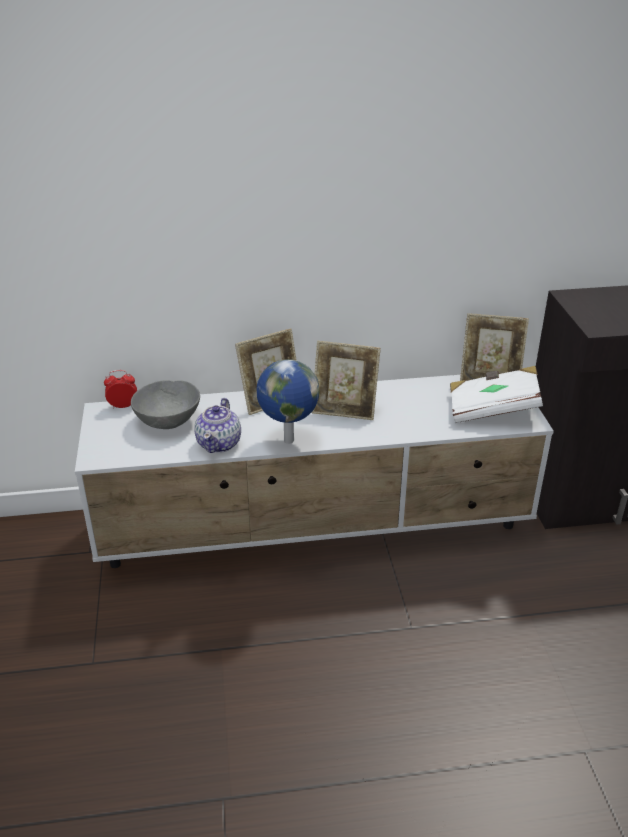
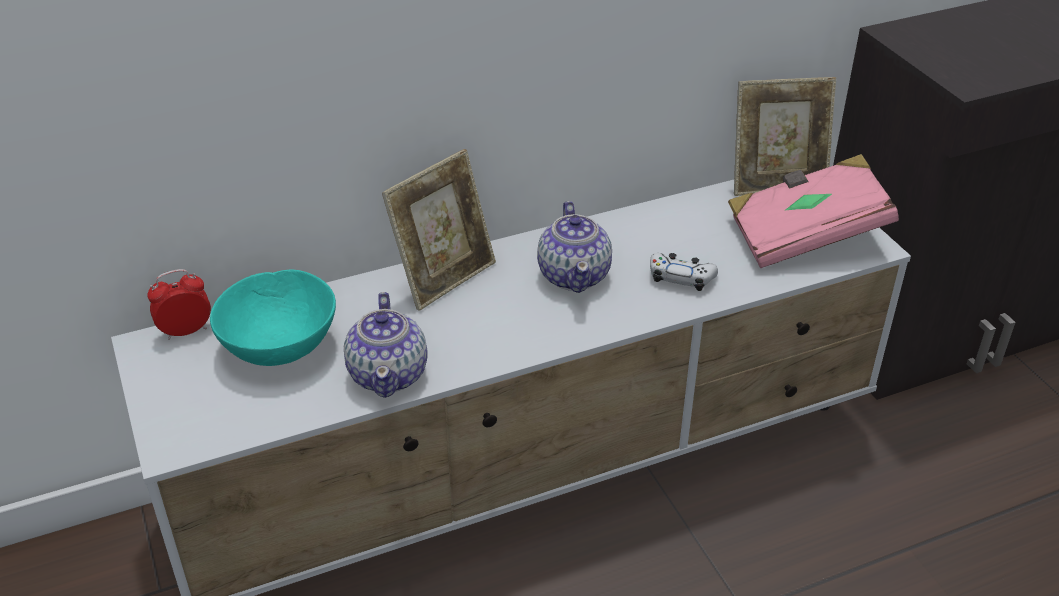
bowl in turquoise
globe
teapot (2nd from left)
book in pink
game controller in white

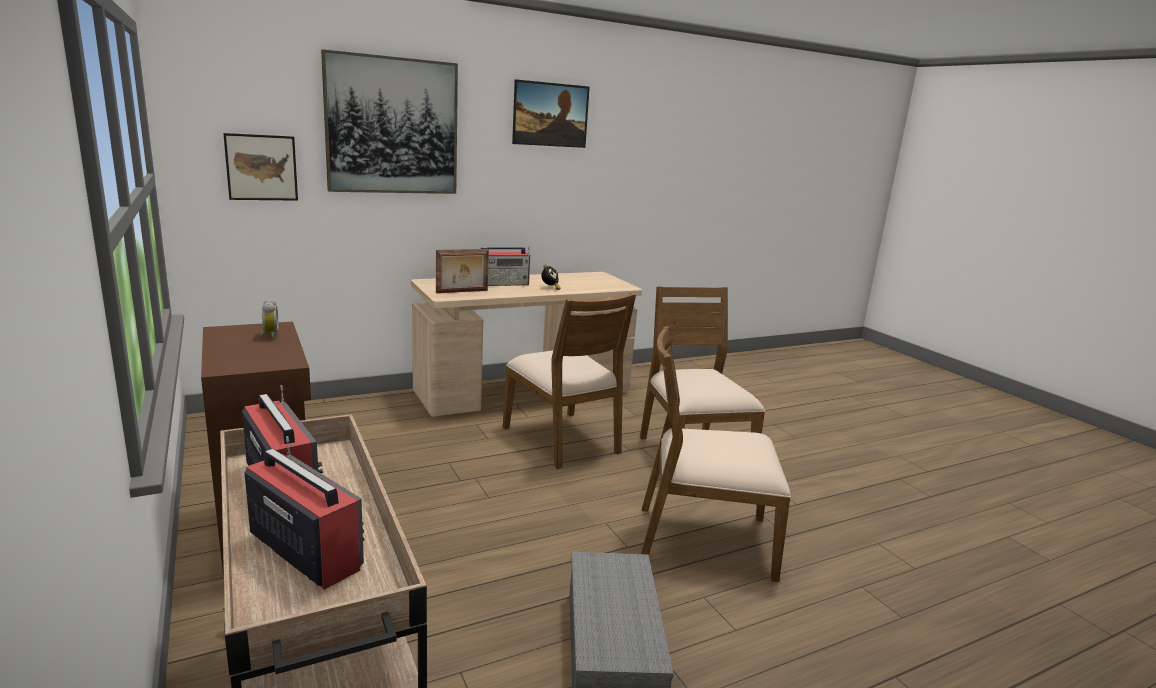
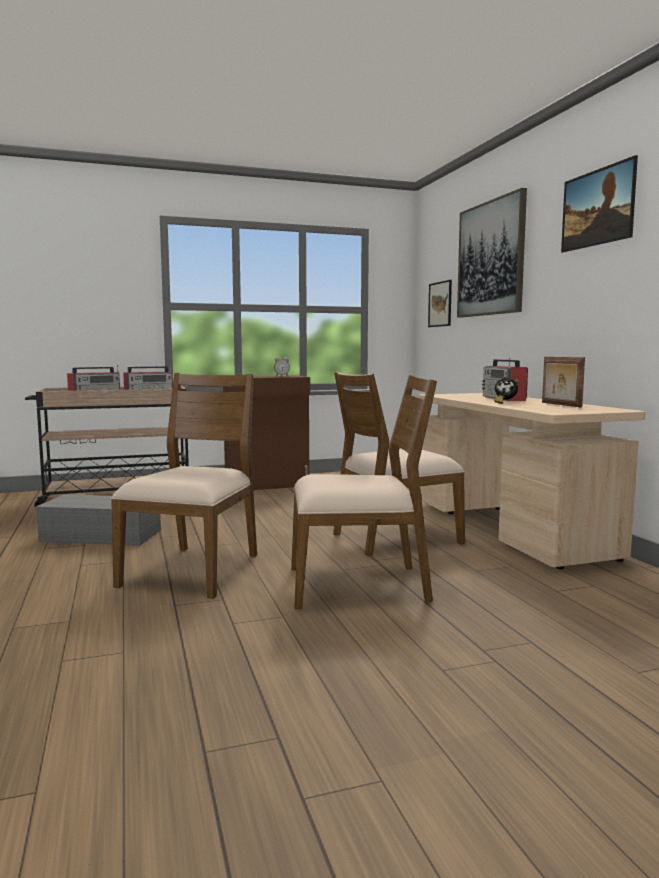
picture frame

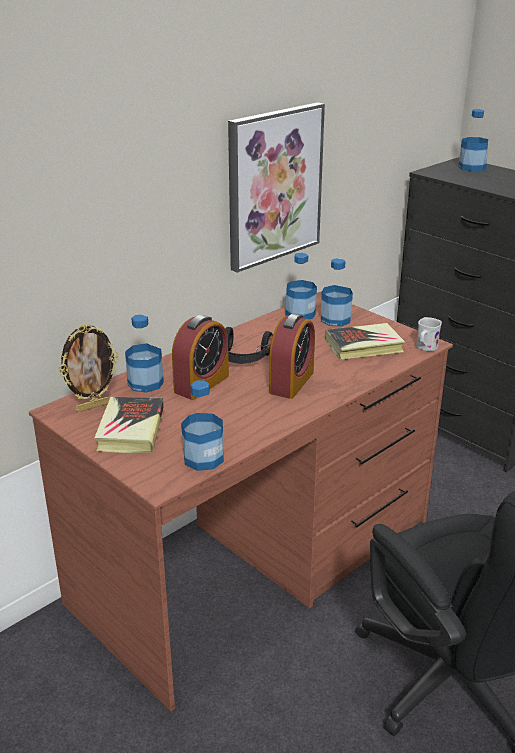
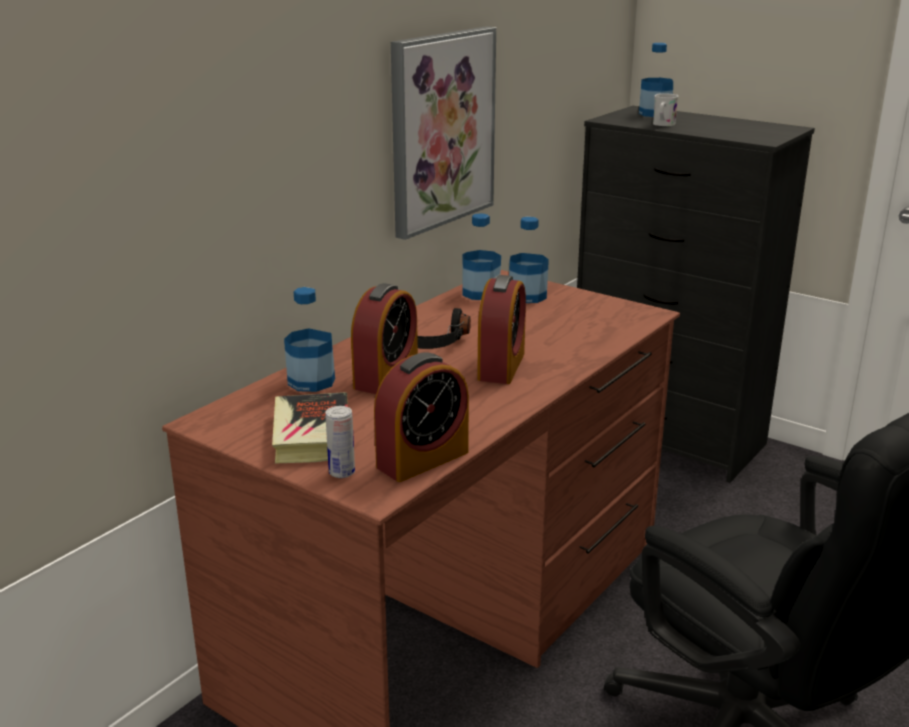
picture frame
alarm clock (2nd from left)
book (2nd from left in the first image)
mug in white
can

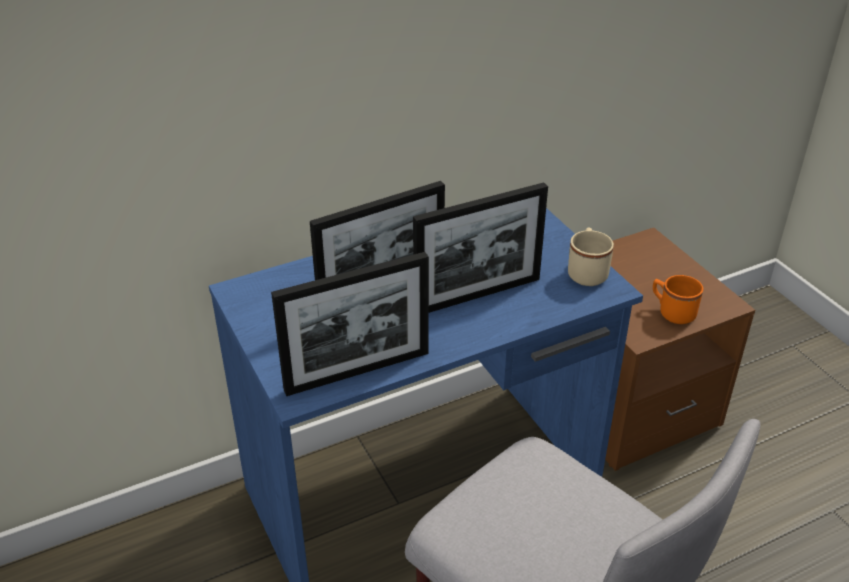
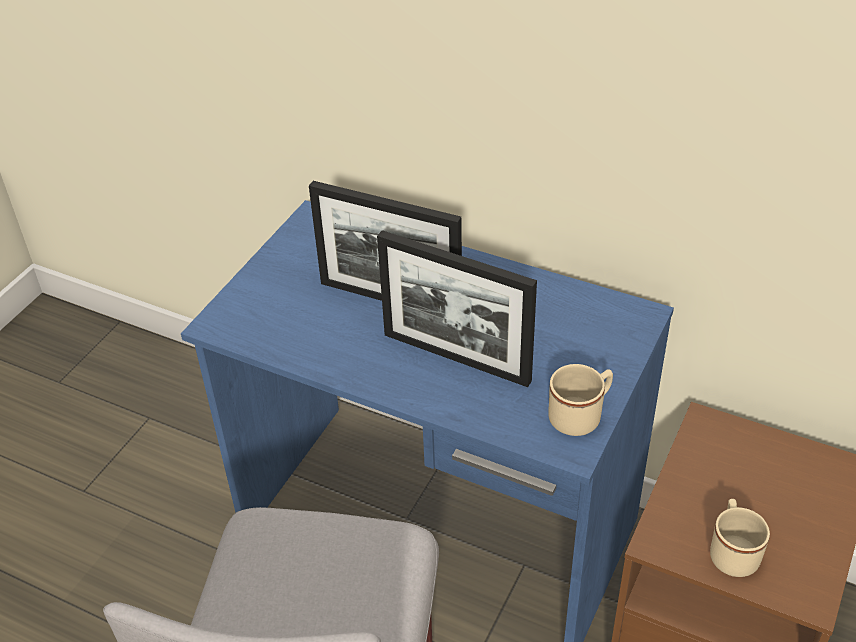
picture frame (1st from left in the first image)
mug in beige (2nd from left)

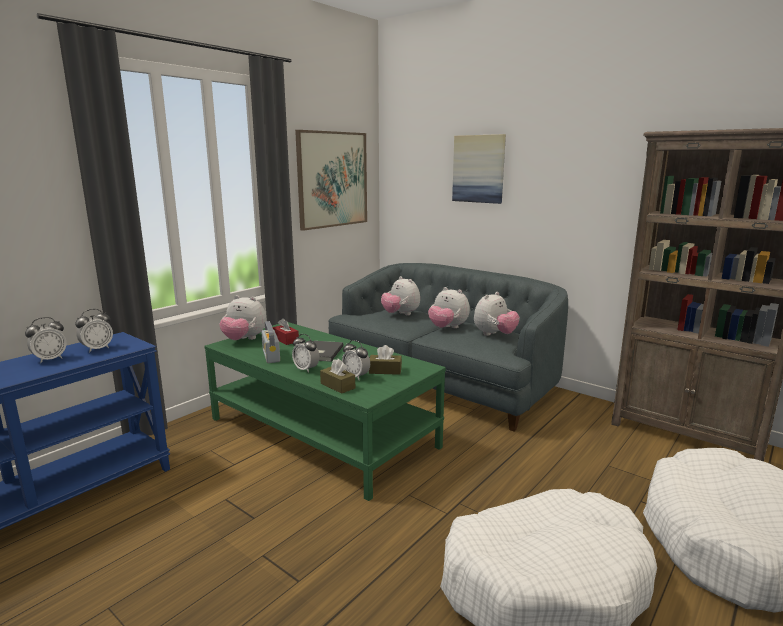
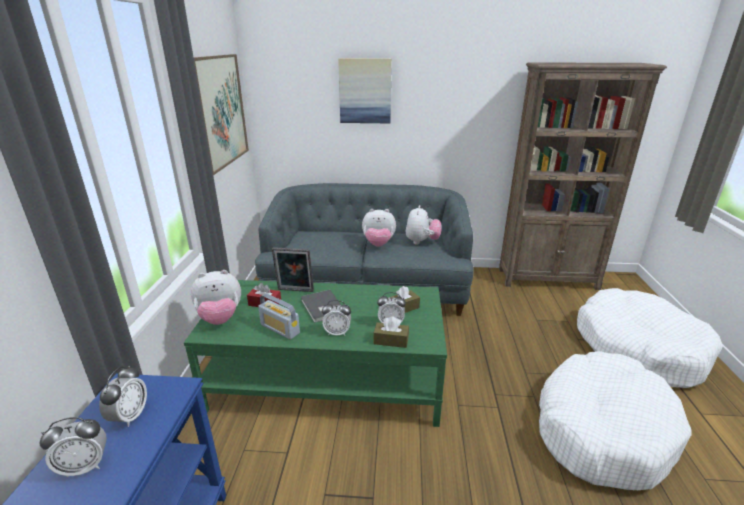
alarm clock (1st from left)
plush toy (2nd from left in the first image)
picture frame

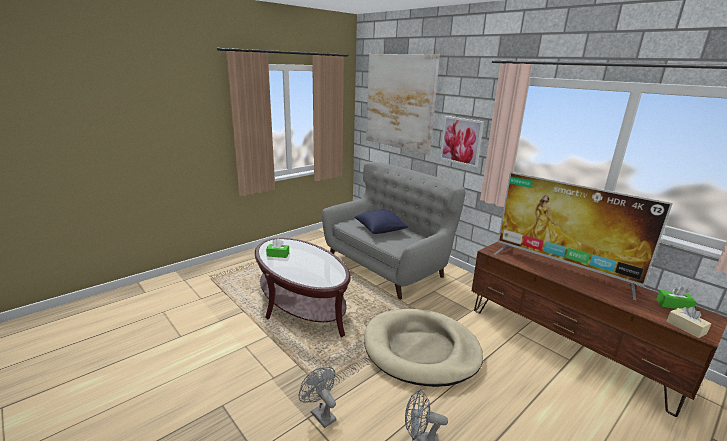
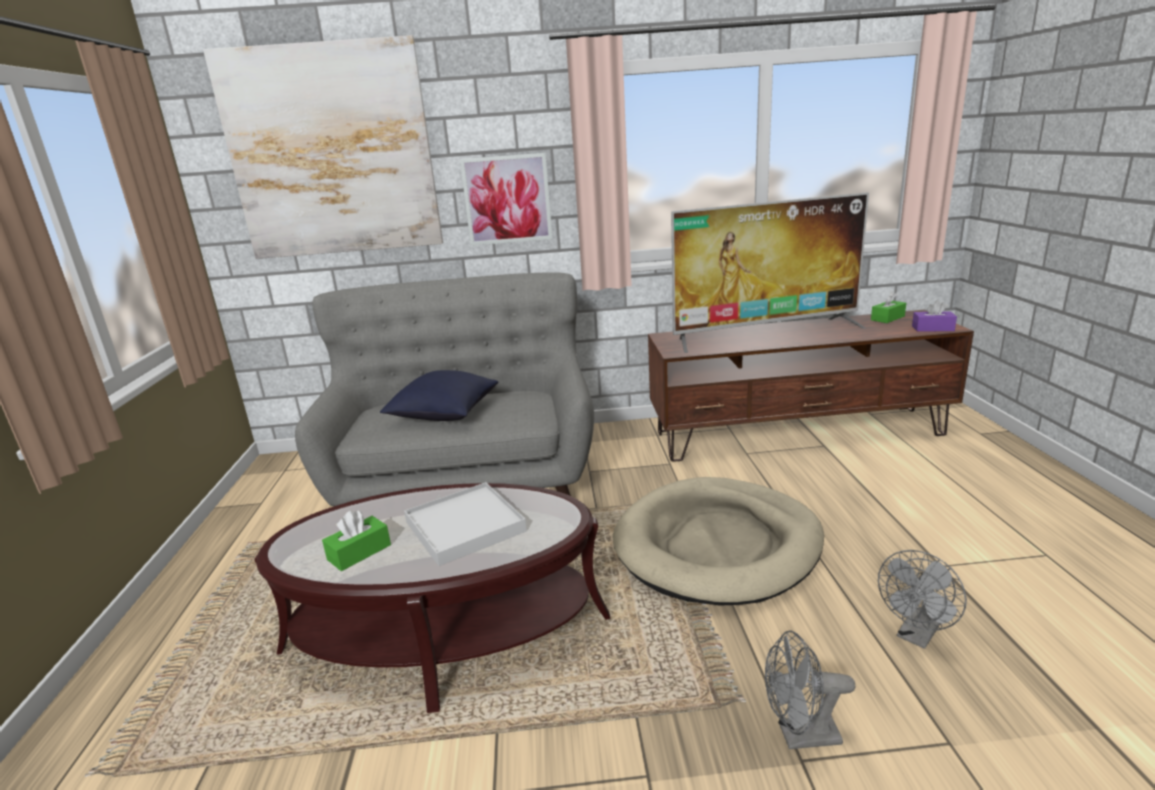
tissue box in purple
tray in white

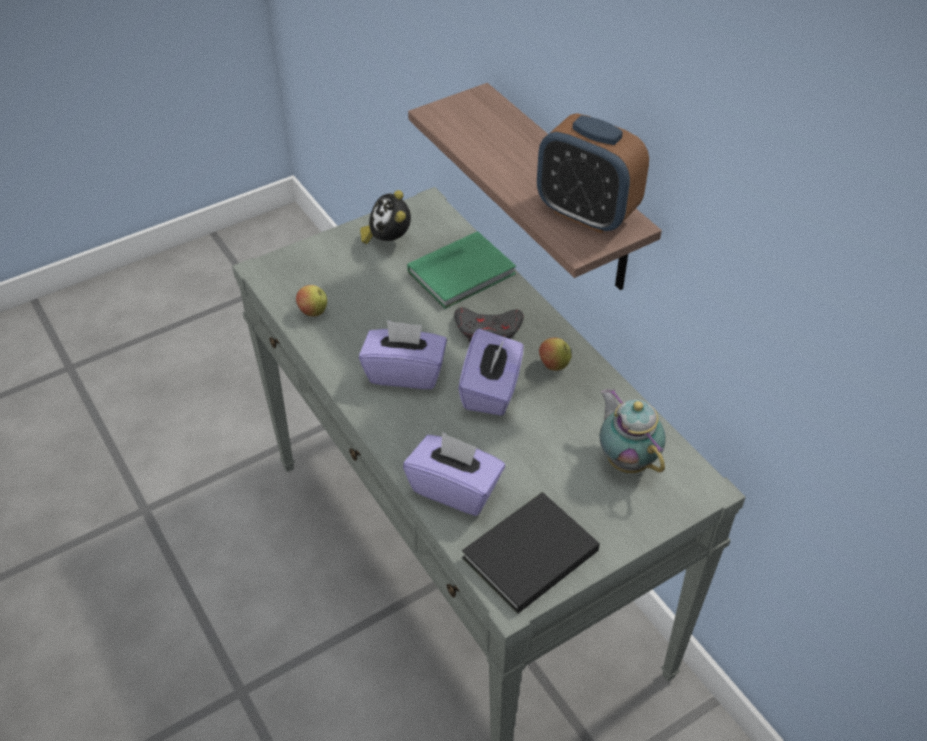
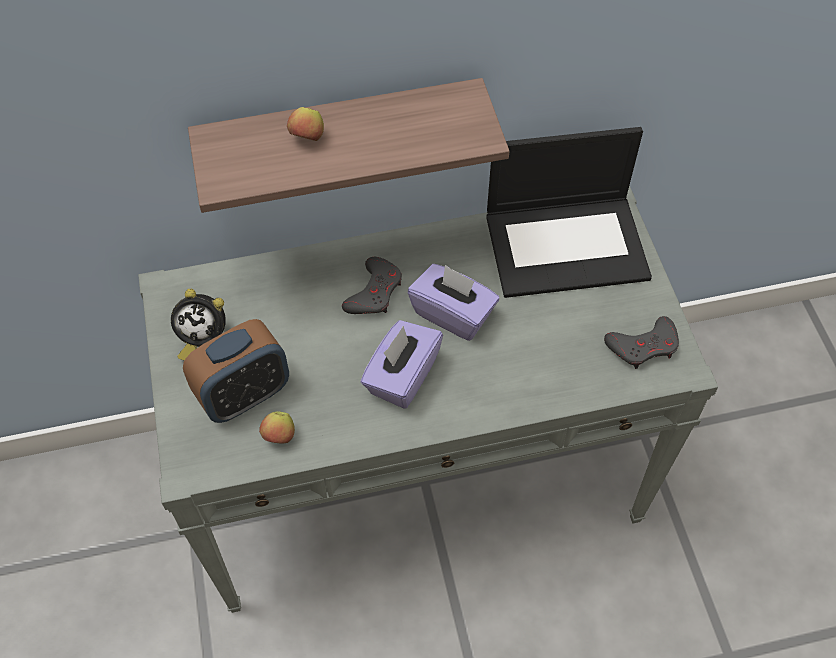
tissue box in purple (2nd from left in the first image)
book in green
game controller in grey (2nd from left)
alarm clock (2nd from left)
apple (2nd from left)
laptop

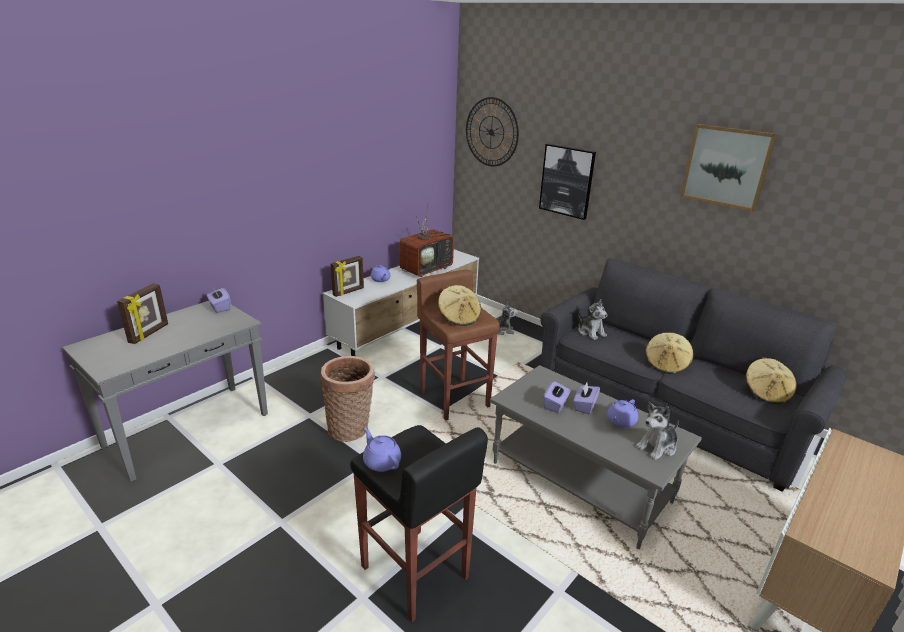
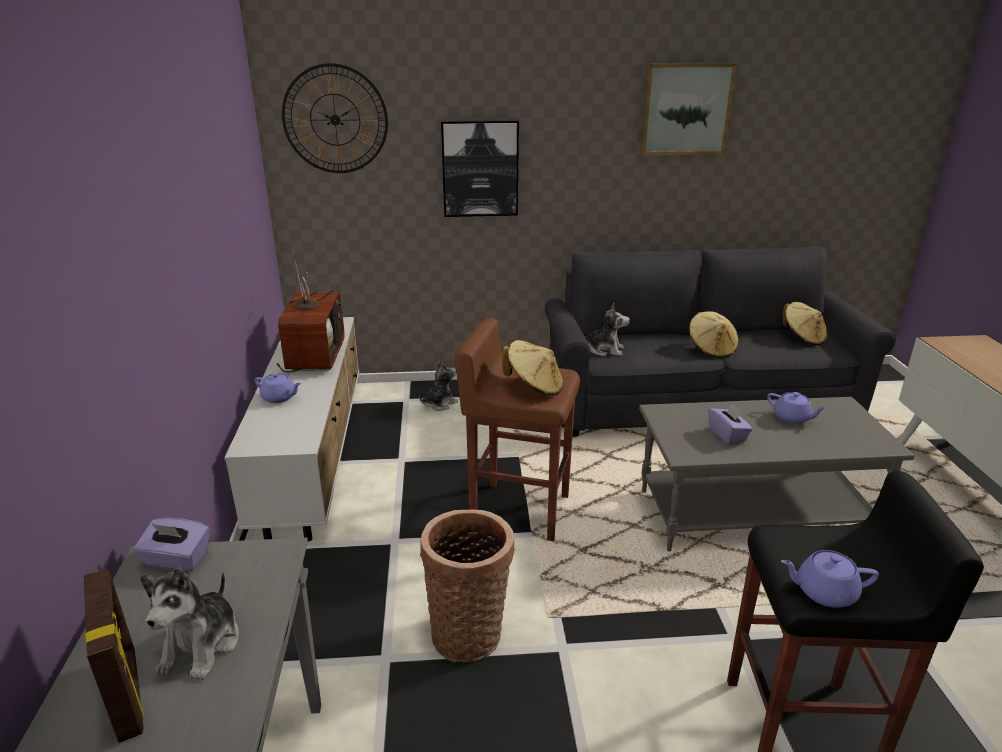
picture frame (2nd from left in the first image)
tissue box in purple (3rd from left in the first image)
teapot in purple (2nd from left)
plush toy (1st from left)

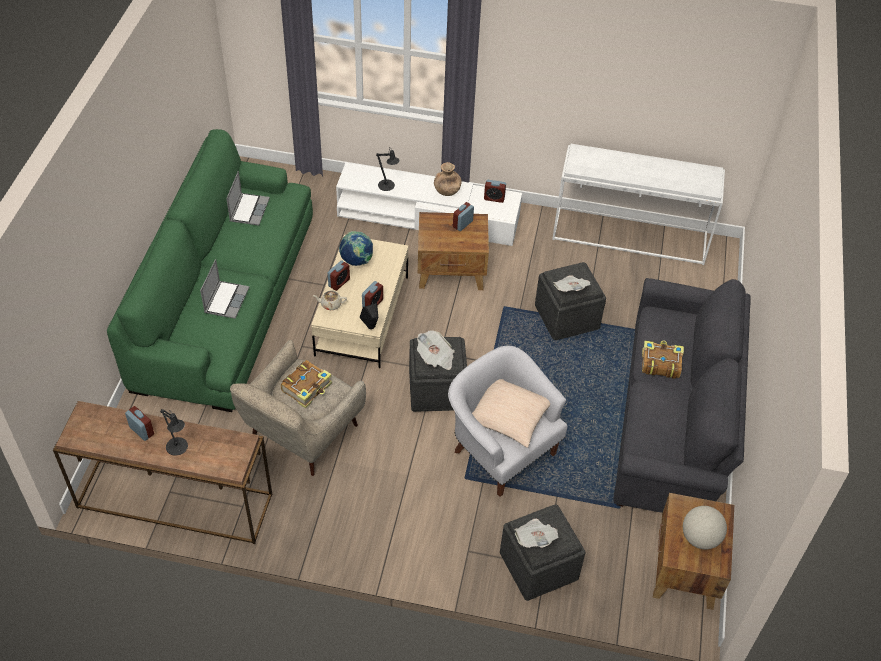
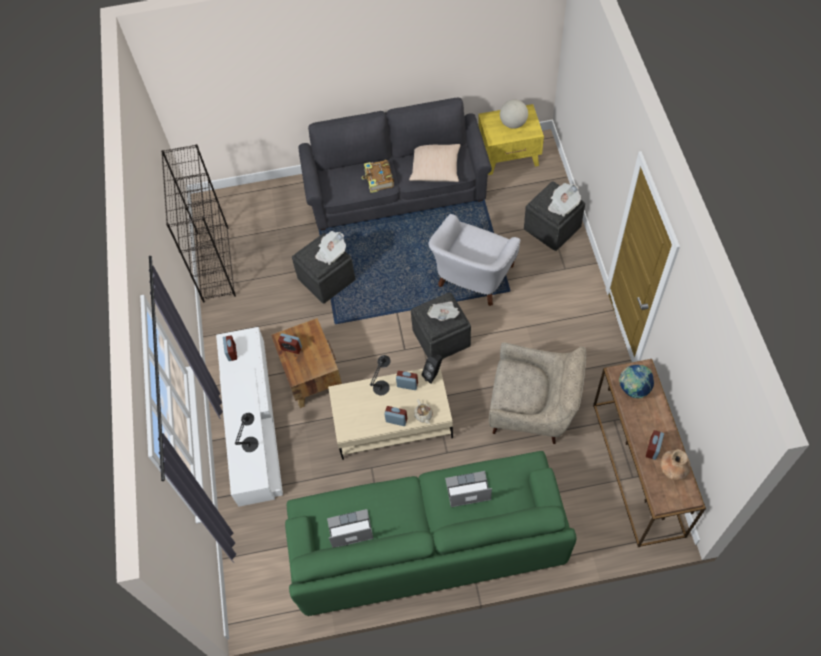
table lamp in black (2nd from left)
book (1st from left in the first image)
globe (2nd from left)
vase in brown
pillow in beige
bookcase in black
side table in yellow

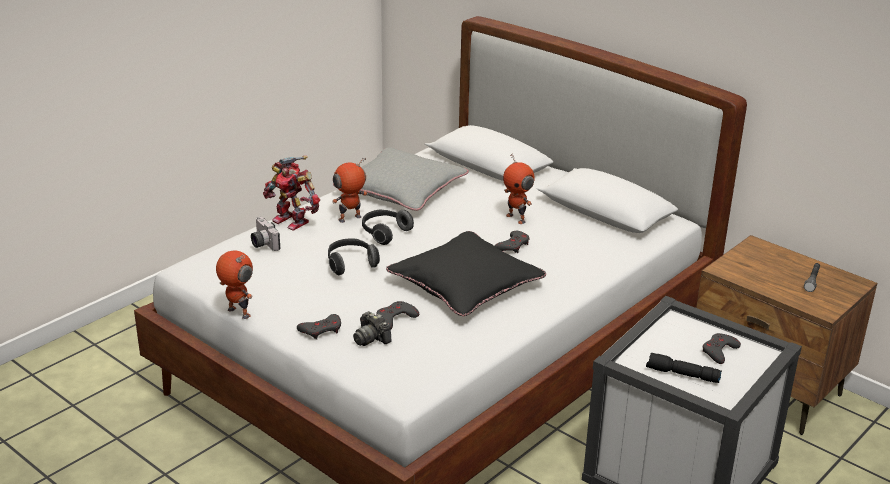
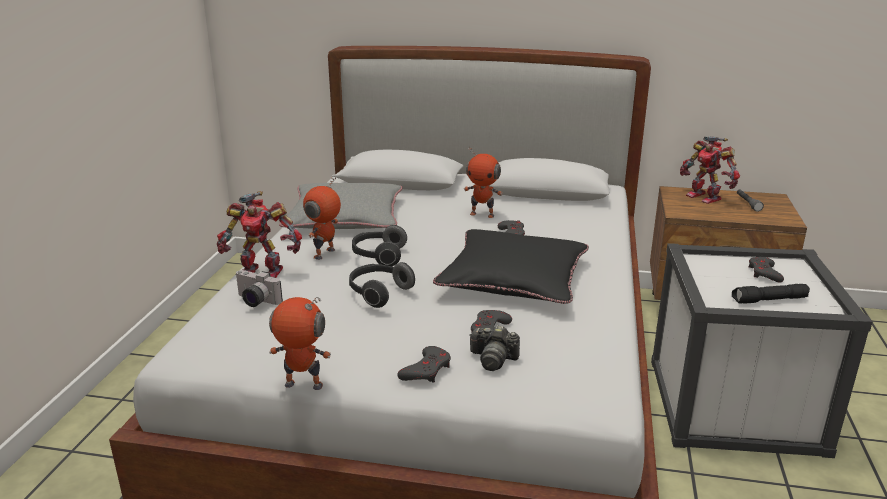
toy robot (5th from left)

